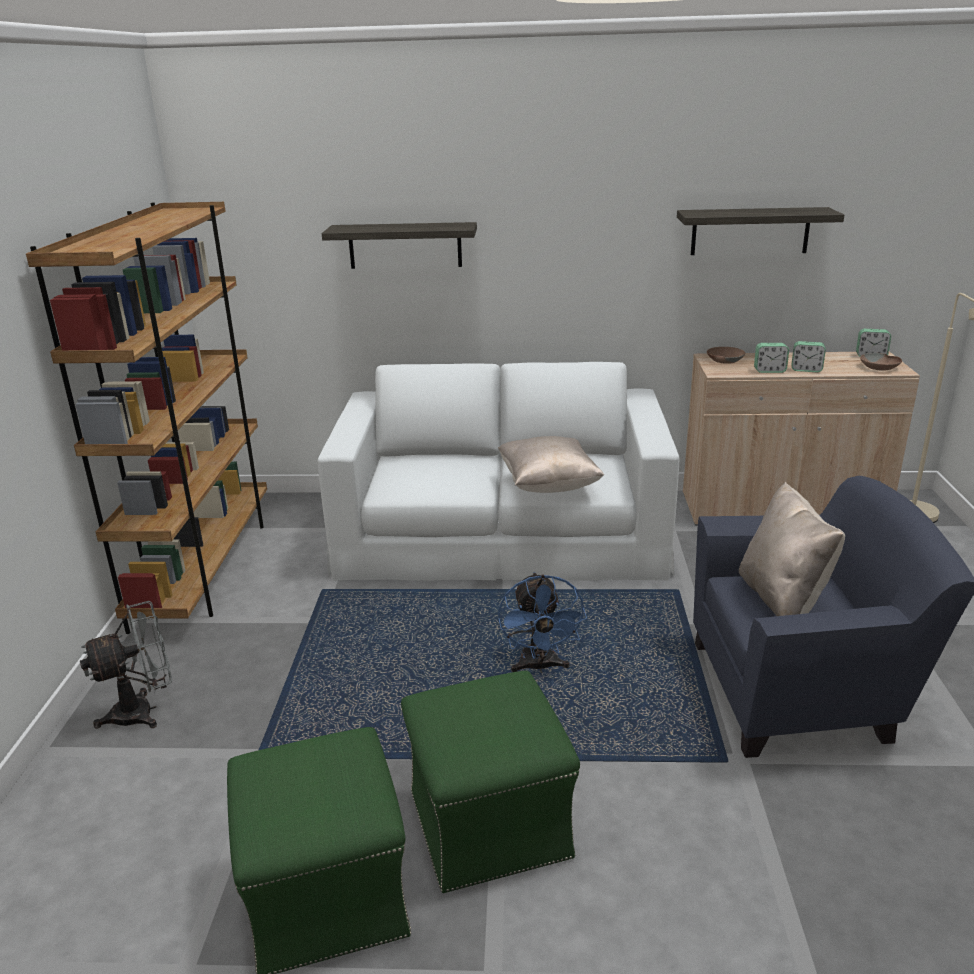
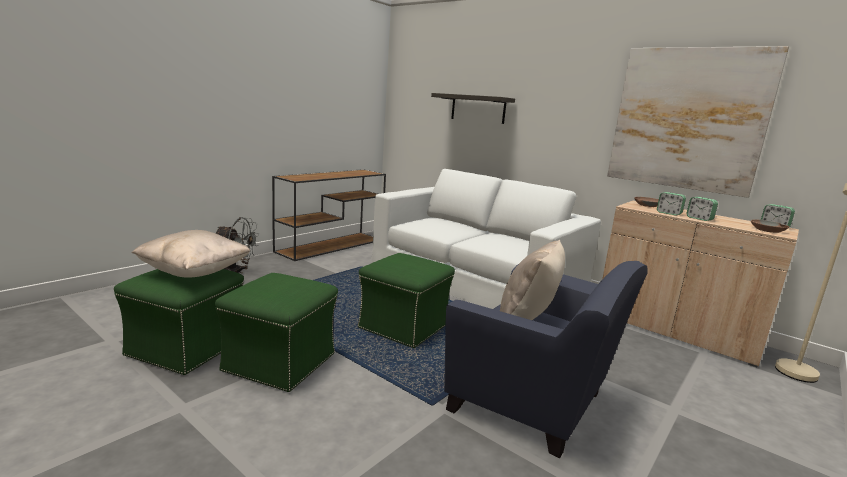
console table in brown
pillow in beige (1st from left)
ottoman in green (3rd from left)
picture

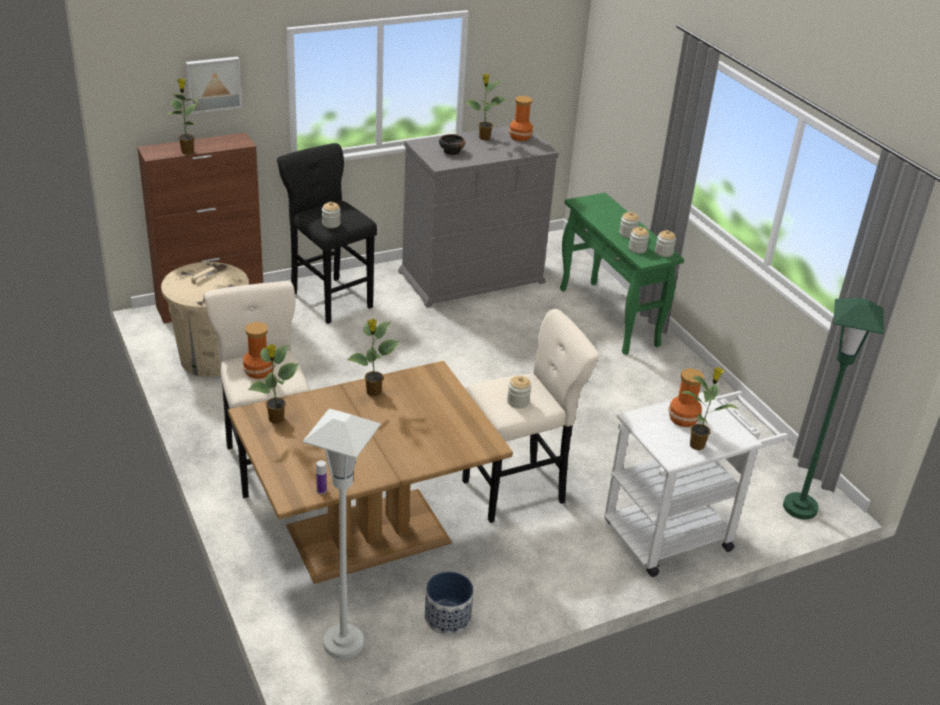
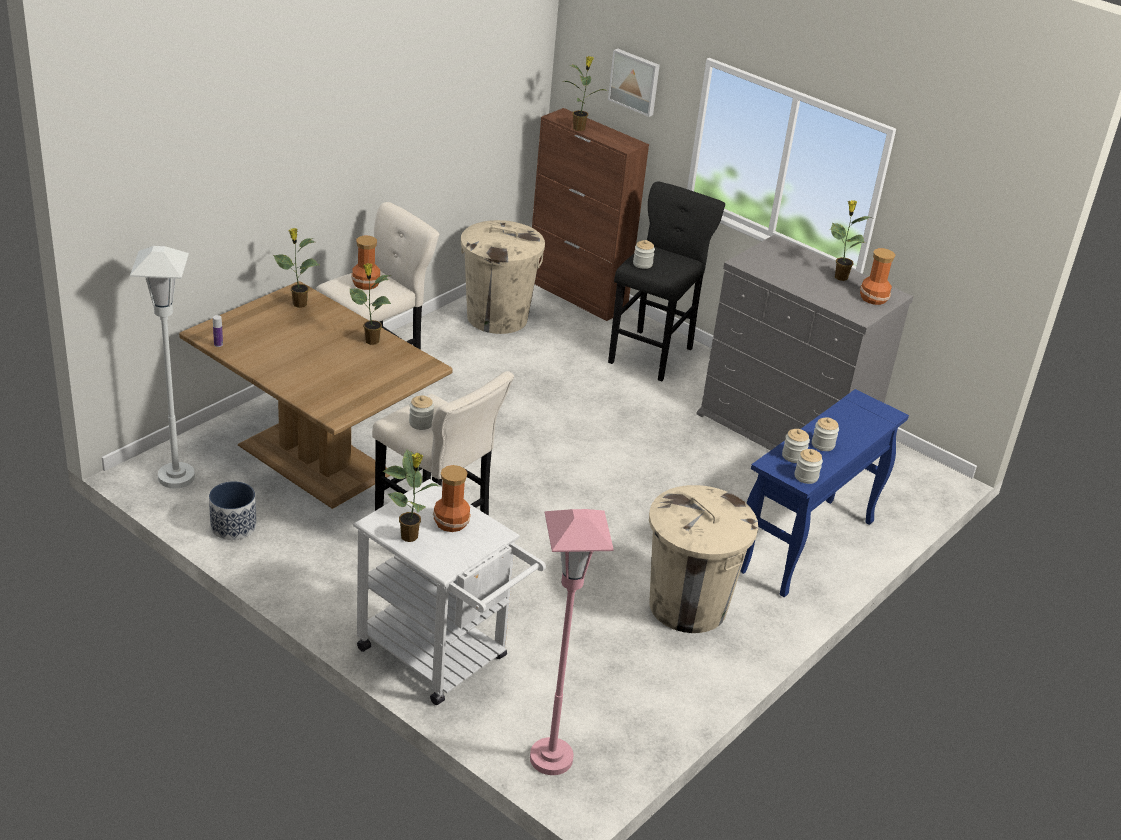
bowl
console table in blue
floor lamp in pink
trash can in beige (2nd from left)

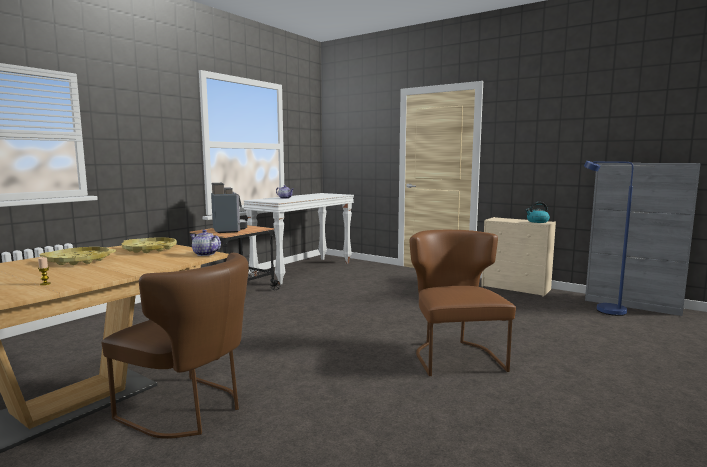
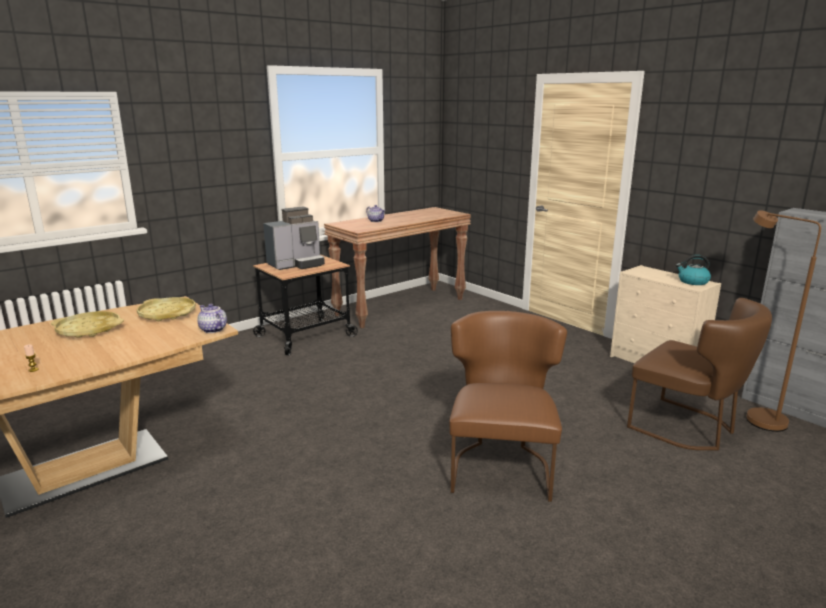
chair in brown (2nd from left)
coffee machine
console table in brown
floor lamp in brown

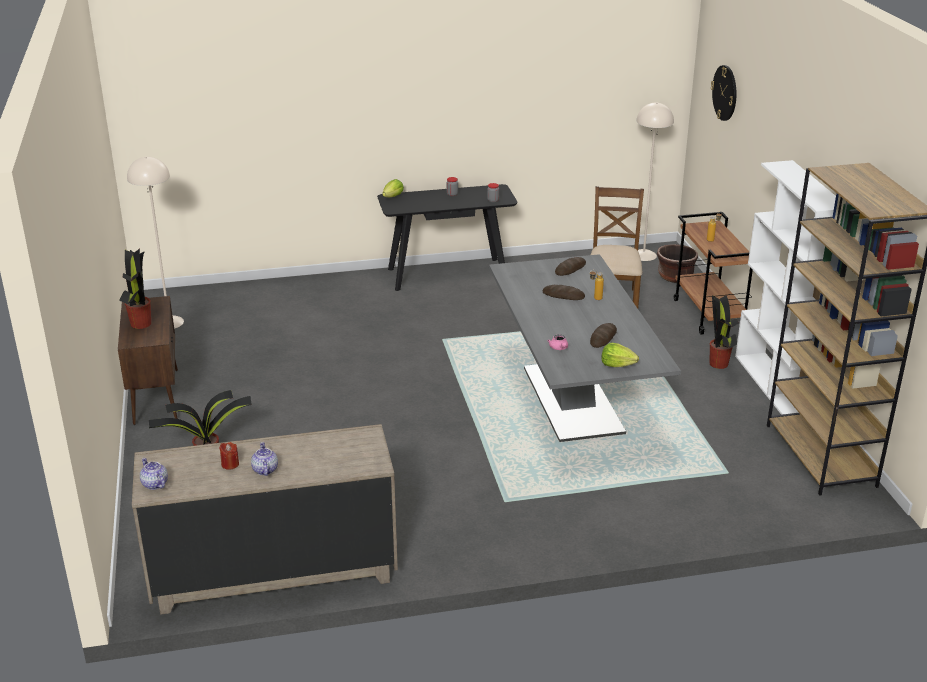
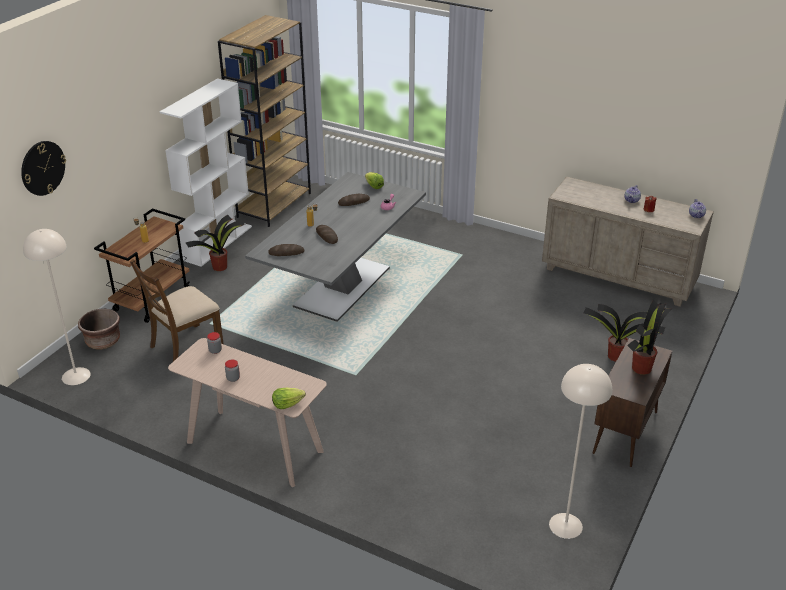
console table in beige

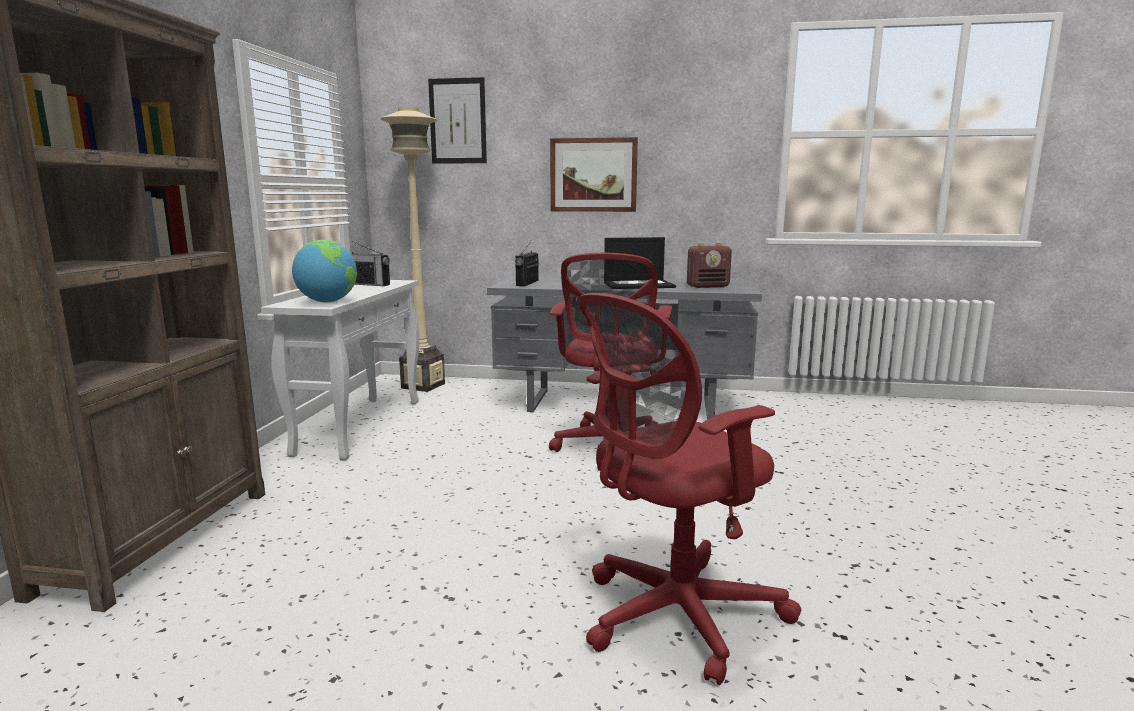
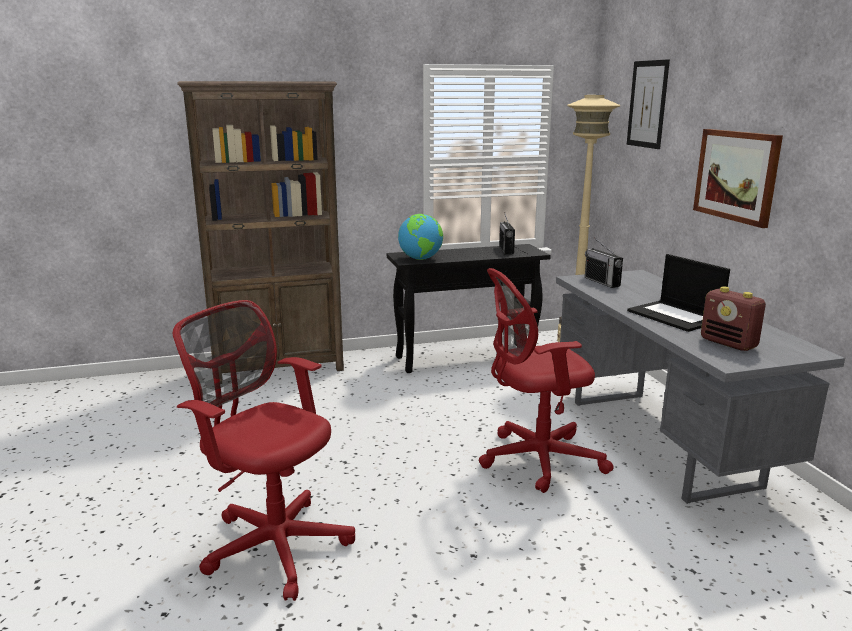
console table in black
radio (2nd from left)

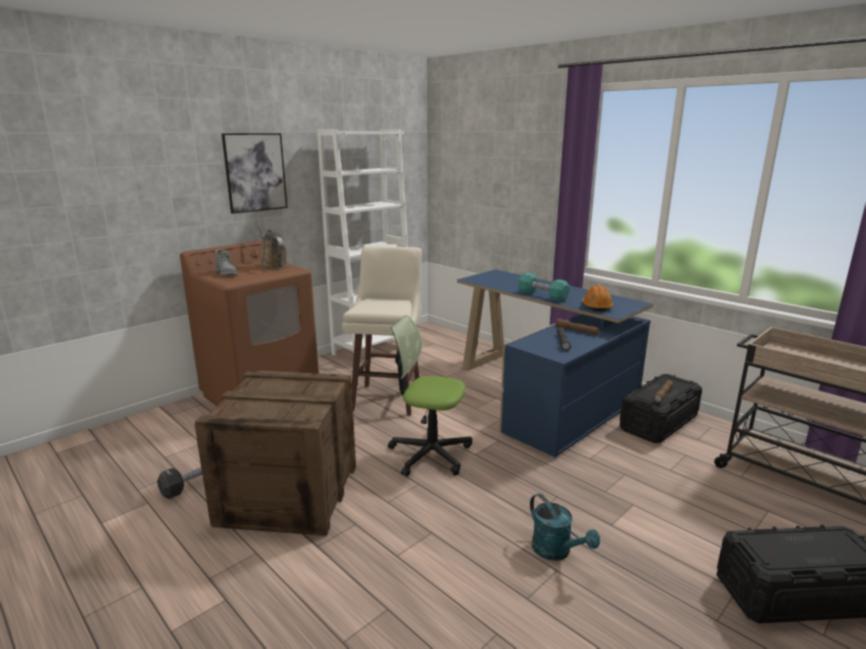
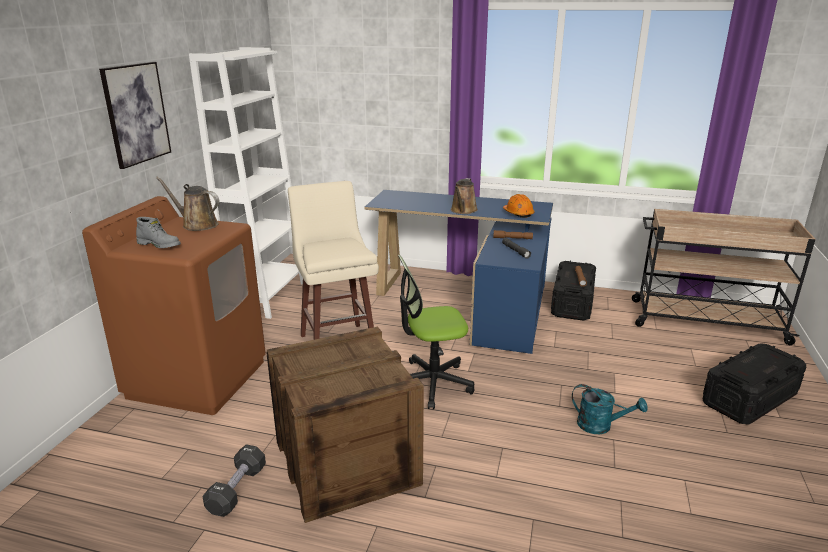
watering can in brown (2nd from left)

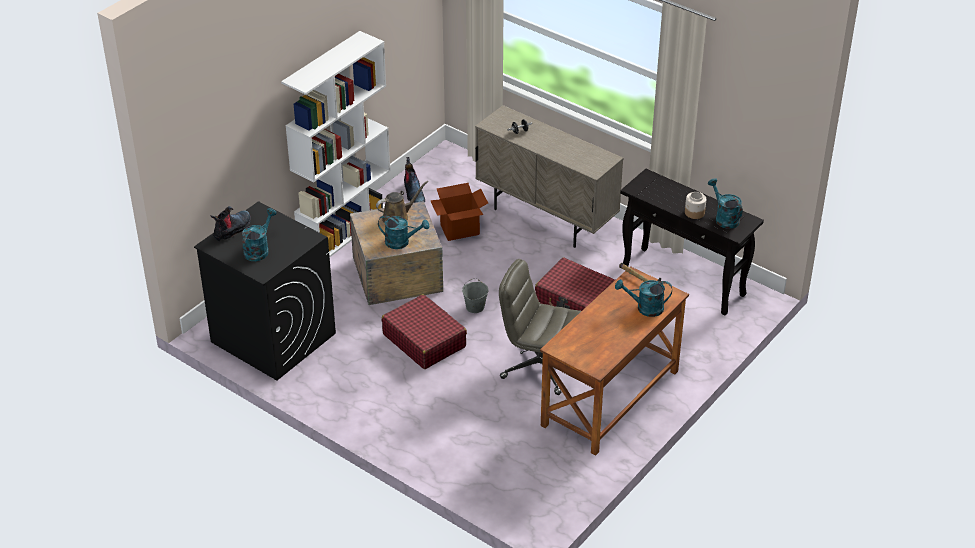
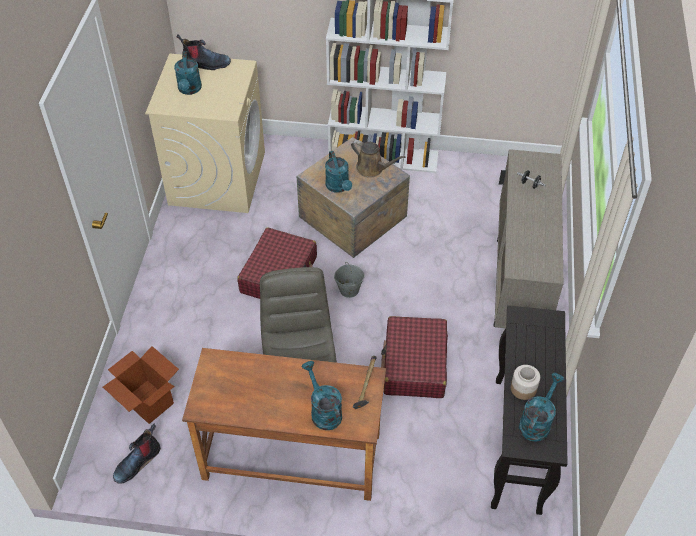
washing machine in beige
watering can in turquoise (1st from left)
boot (1st from left)
cardboard box

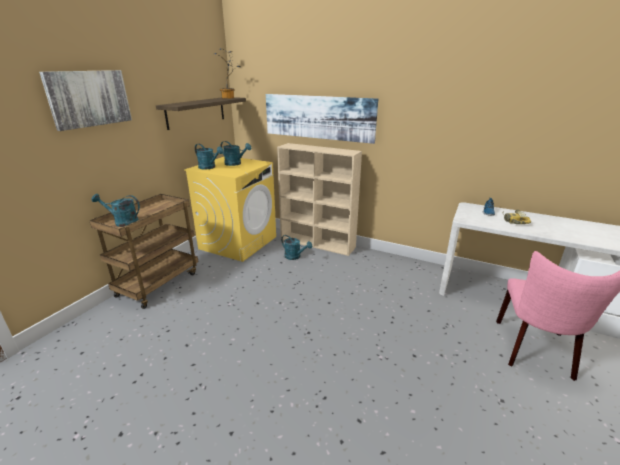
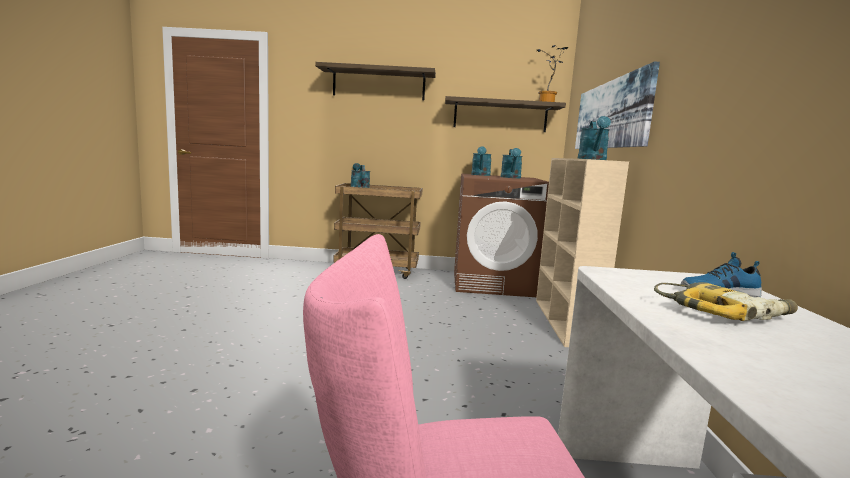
shelf (1st from left)
washing machine in brown
watering can in turquoise (4th from left)

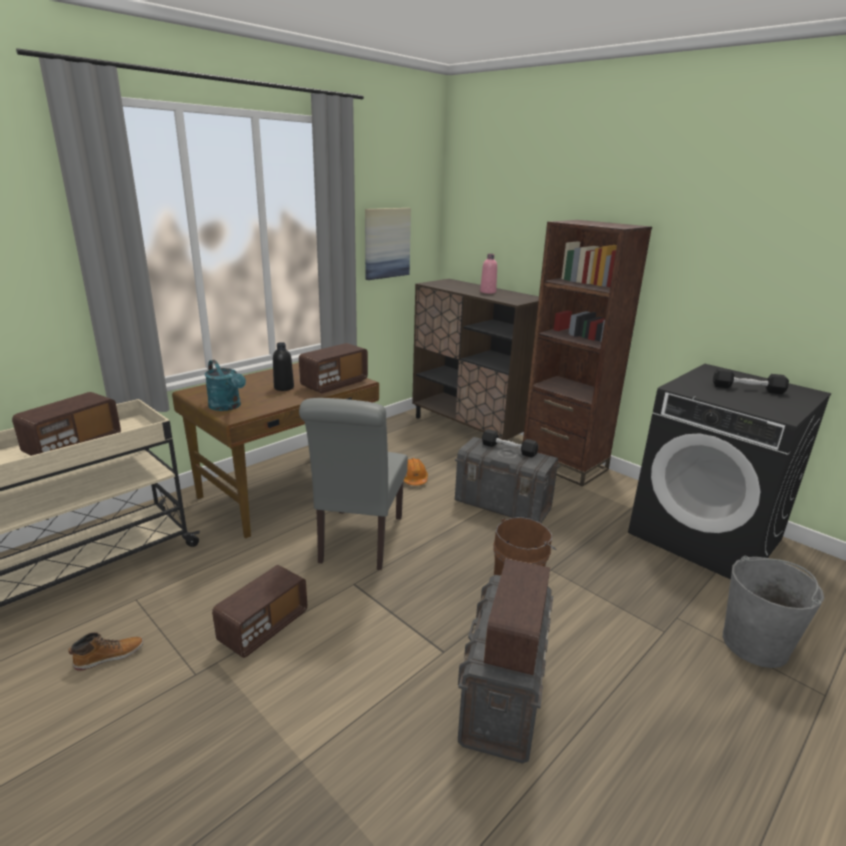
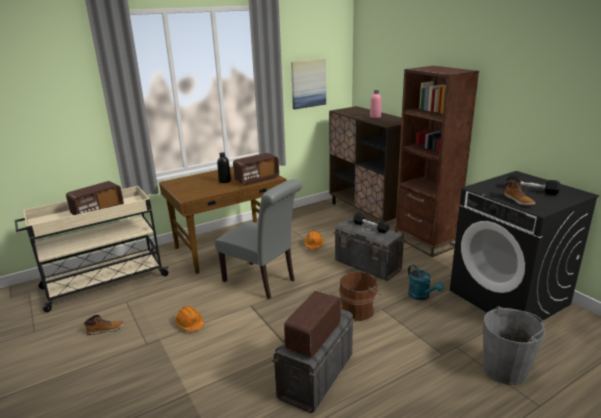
watering can in turquoise
hard hat in orange (1st from left)
chair in grey
boot (2nd from left)

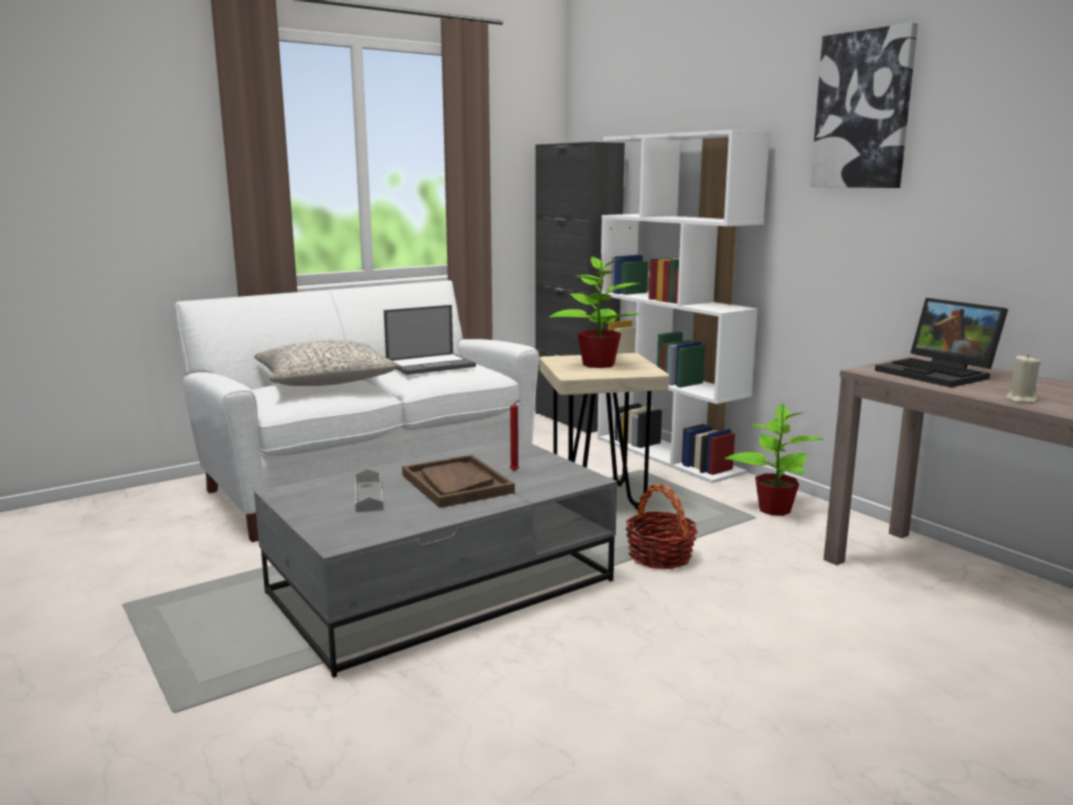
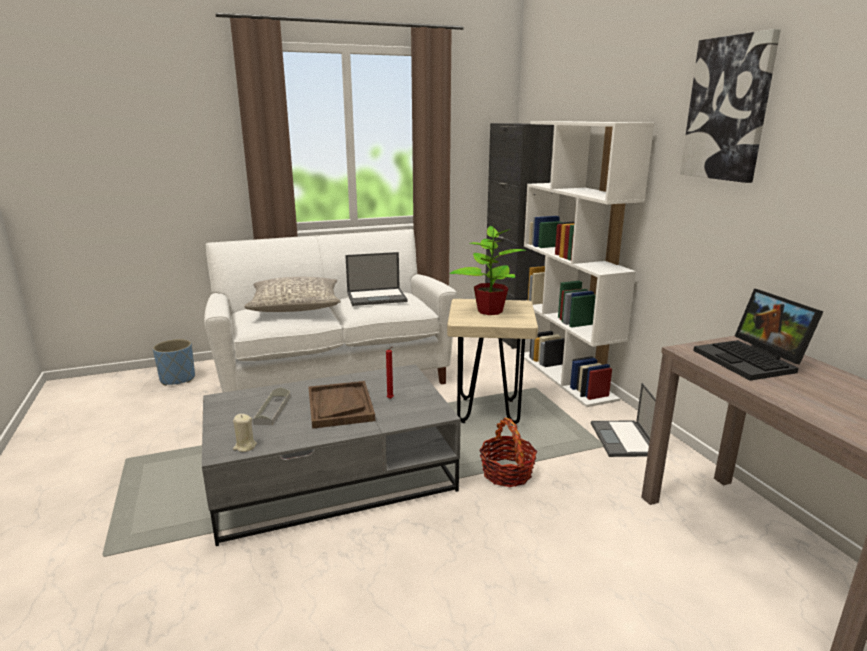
laptop (2nd from left)
candle in beige
planter in blue

